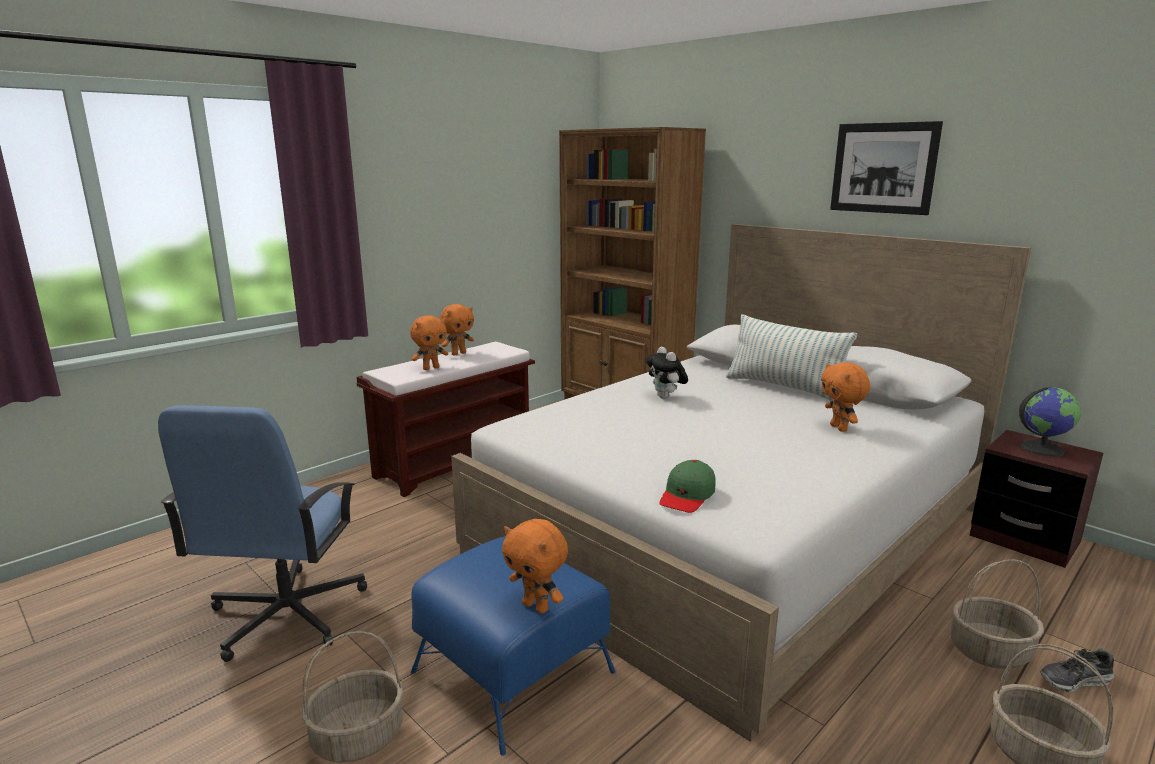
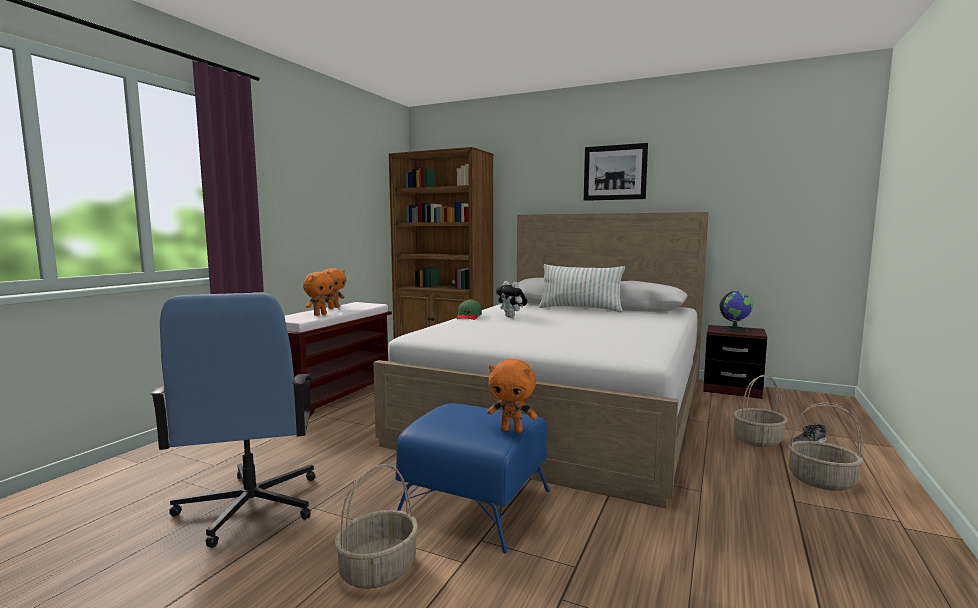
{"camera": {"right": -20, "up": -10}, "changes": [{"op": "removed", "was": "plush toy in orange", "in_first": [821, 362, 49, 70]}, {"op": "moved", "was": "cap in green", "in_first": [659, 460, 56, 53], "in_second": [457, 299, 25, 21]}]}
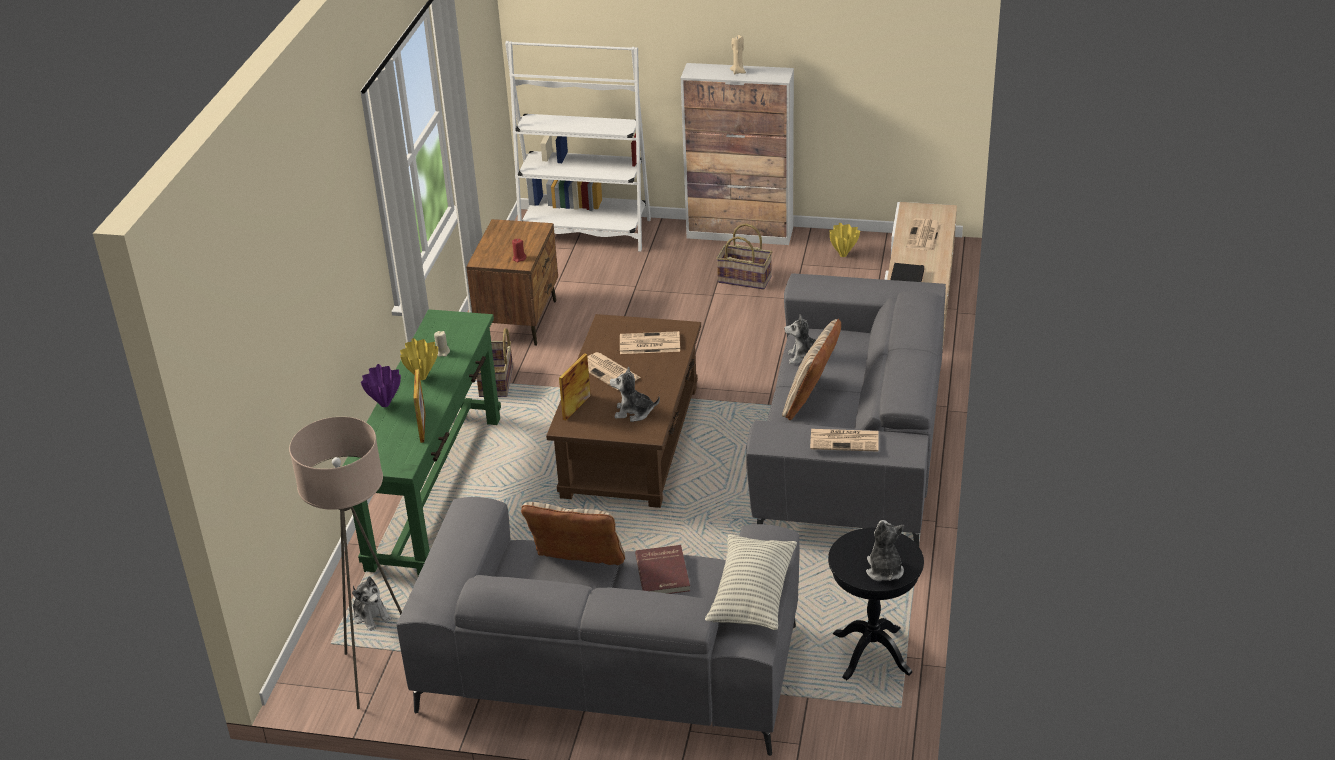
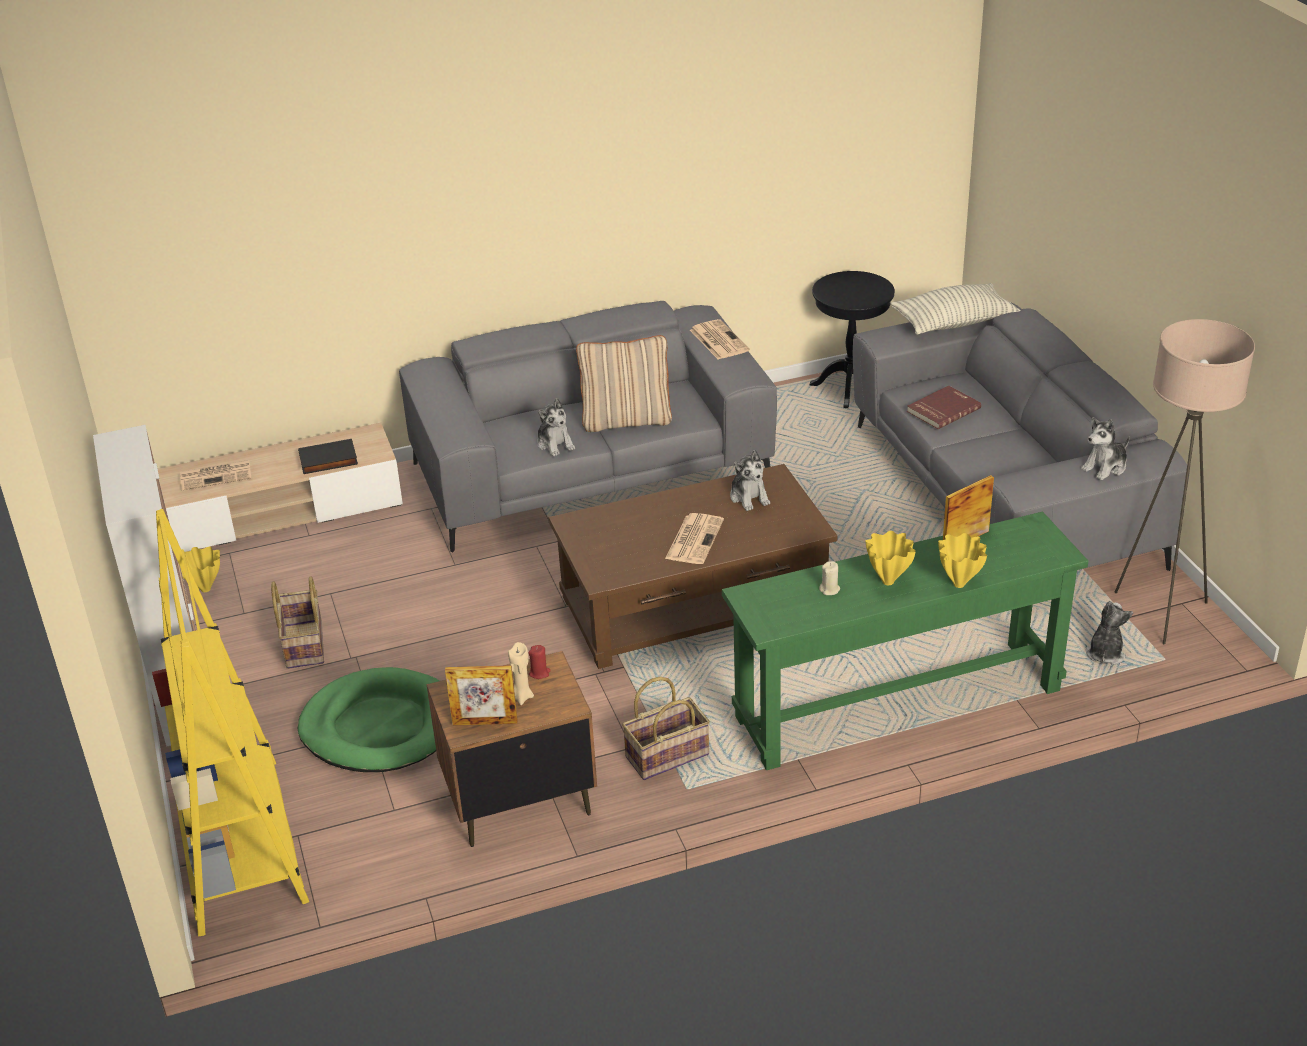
{"camera": {"right": -120, "up": 0}, "changes": [{"op": "moved", "was": "candle in beige", "in_first": [730, 35, 16, 39], "in_second": [508, 642, 26, 63]}, {"op": "recoloured", "was": "bookcase in white", "now": "bookcase in yellow", "in_first": [505, 41, 146, 211], "in_second": [152, 509, 157, 427]}, {"op": "removed", "was": "newspaper", "in_first": [620, 331, 60, 23]}, {"op": "moved", "was": "picture frame", "in_first": [559, 353, 32, 68], "in_second": [445, 665, 72, 60]}, {"op": "recoloured", "was": "vase in purple", "now": "vase in yellow", "in_first": [361, 364, 40, 43], "in_second": [938, 533, 49, 55]}, {"op": "removed", "was": "pillow in beige", "in_first": [521, 502, 104, 63]}, {"op": "moved", "was": "plush toy", "in_first": [866, 520, 38, 61], "in_second": [1081, 417, 49, 63]}, {"op": "added", "now": "dog bed in green", "in_second": [298, 667, 142, 105]}]}
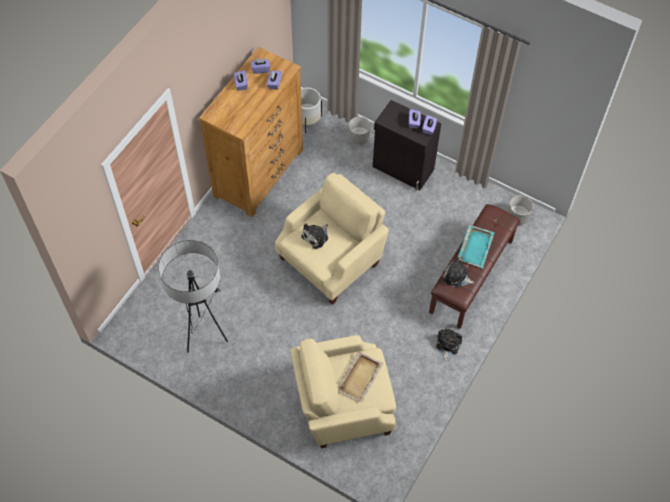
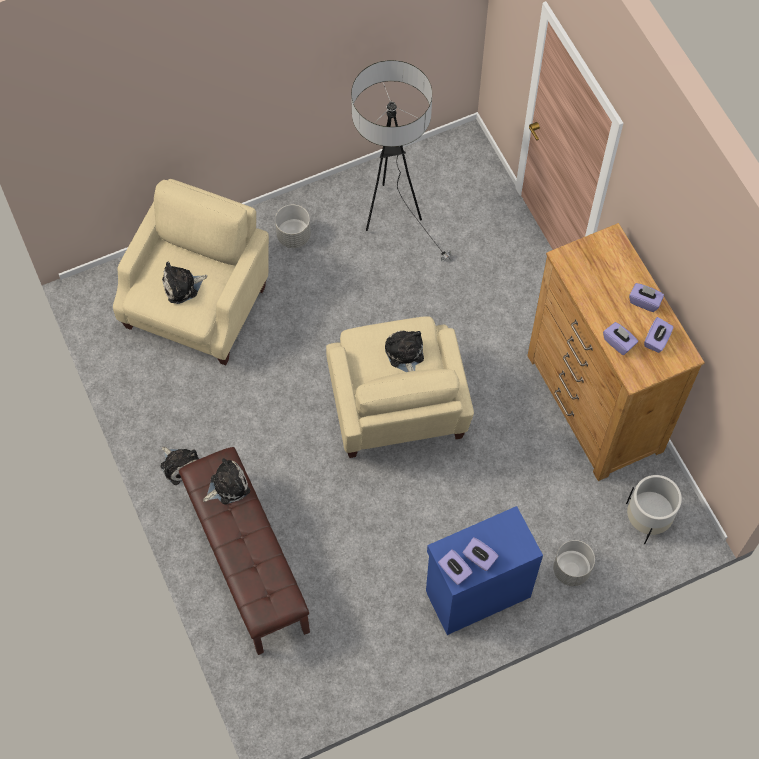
{"camera": {"right": 125, "up": 5}, "changes": [{"op": "recoloured", "was": "cabinet in black", "now": "cabinet in blue", "in_first": [373, 100, 68, 91], "in_second": [426, 506, 117, 129]}, {"op": "moved", "was": "planter in grey", "in_first": [508, 196, 25, 29], "in_second": [275, 205, 36, 43]}, {"op": "removed", "was": "tray in turquoise", "in_first": [458, 225, 37, 43]}, {"op": "replaced", "was": "tray in beige", "now": "plush toy", "in_first": [338, 351, 45, 51], "in_second": [162, 262, 45, 42]}]}
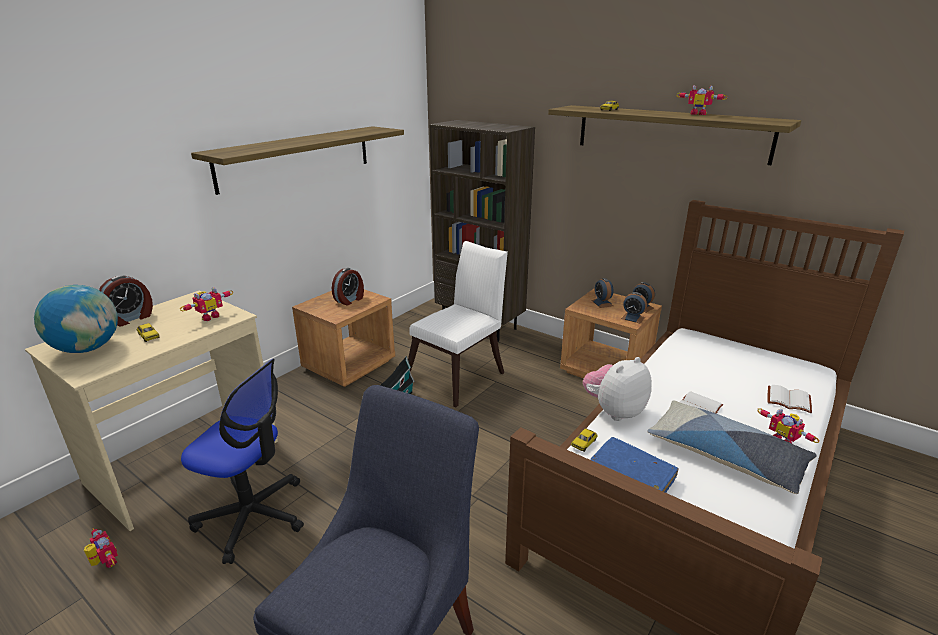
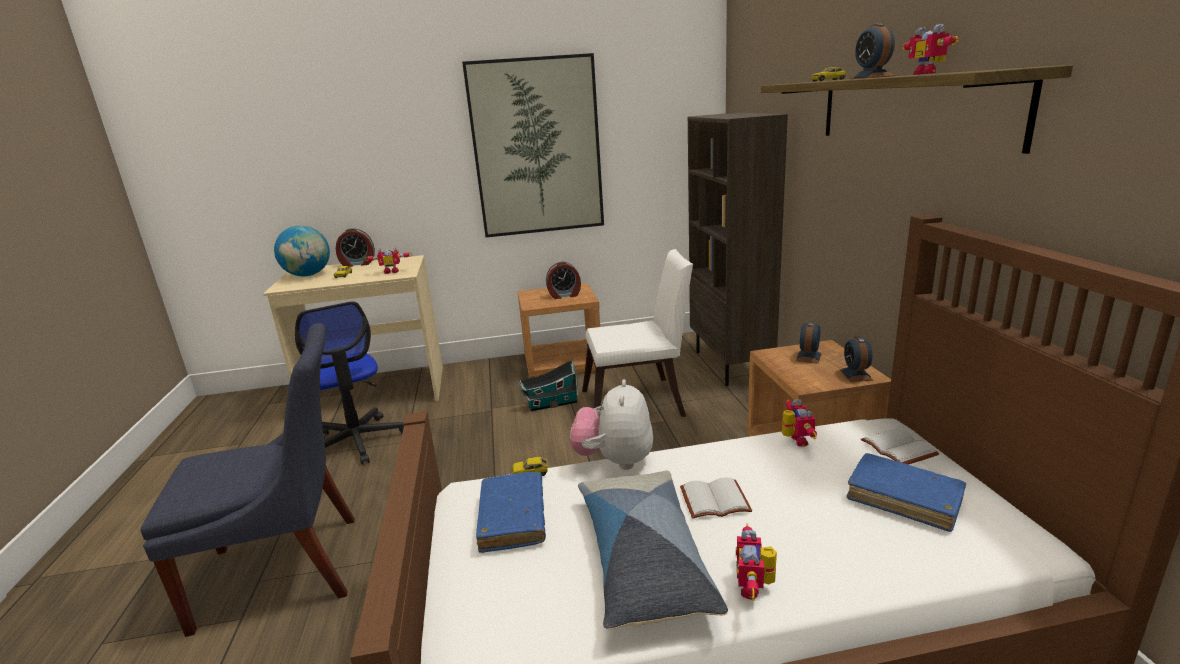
{"camera": {"right": 45, "up": -5}, "changes": [{"op": "replaced", "was": "shelf", "now": "picture", "in_first": [191, 126, 213, 69], "in_second": [462, 53, 142, 185]}, {"op": "moved", "was": "alarm clock", "in_first": [621, 292, 26, 31], "in_second": [850, 23, 45, 56]}, {"op": "turned", "was": "plush toy", "in_first": [583, 357, 69, 64], "in_second": [570, 379, 83, 91], "clockwise": -90}, {"op": "moved", "was": "book in white", "in_first": [768, 385, 44, 28], "in_second": [861, 428, 78, 36]}, {"op": "moved", "was": "toy robot", "in_first": [84, 528, 34, 40], "in_second": [782, 399, 35, 48]}, {"op": "added", "now": "book in blue", "in_second": [846, 453, 120, 79]}]}
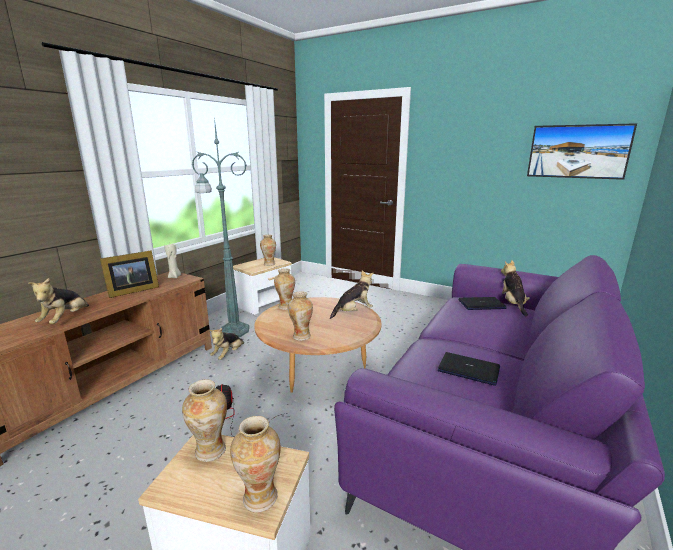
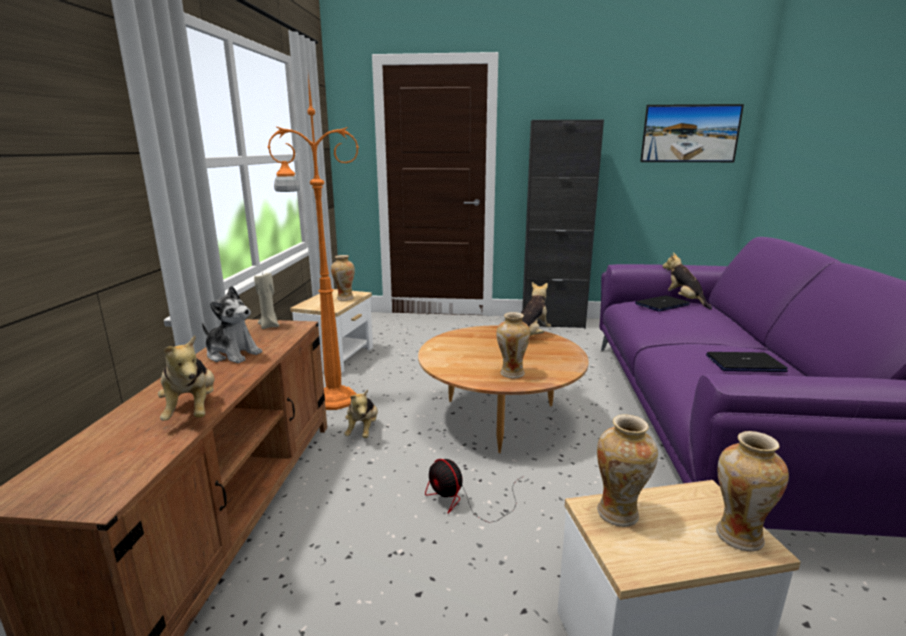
{"camera": {"right": -25, "up": 0}, "changes": [{"op": "recoloured", "was": "floor lamp in green", "now": "floor lamp in orange", "in_first": [192, 117, 57, 220], "in_second": [267, 75, 92, 335]}, {"op": "replaced", "was": "picture frame", "now": "plush toy", "in_first": [100, 250, 59, 48], "in_second": [202, 286, 60, 77]}, {"op": "removed", "was": "vase", "in_first": [274, 268, 21, 42]}, {"op": "added", "now": "cabinet in black", "in_second": [522, 120, 82, 209]}]}
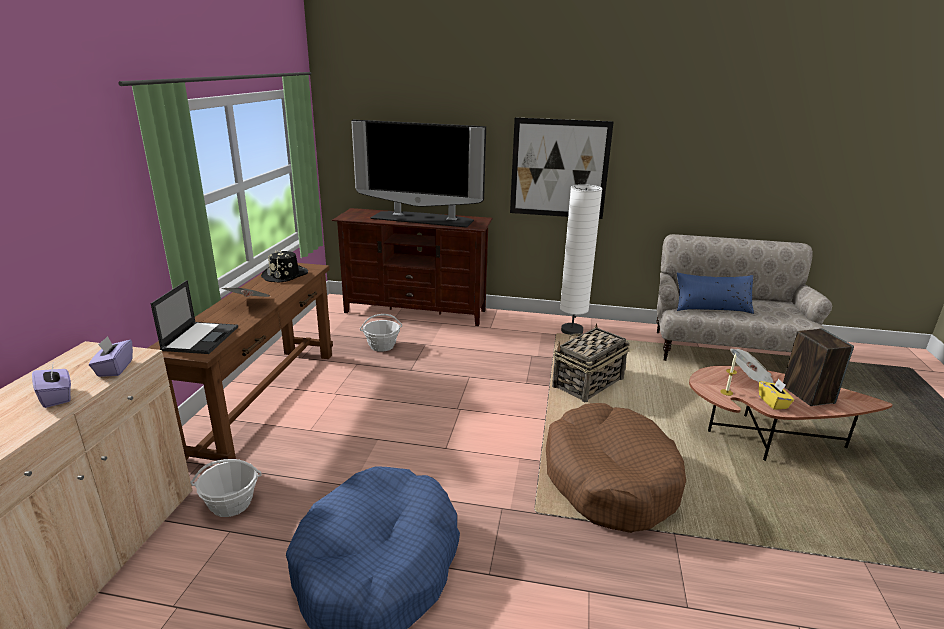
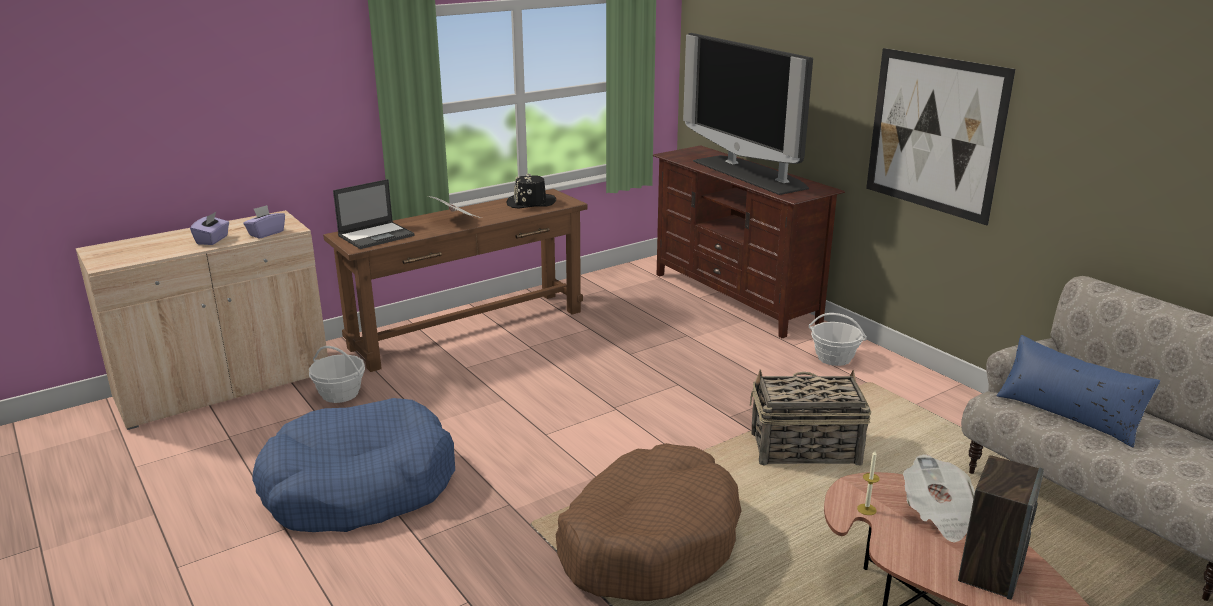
{"camera": {"right": 45, "up": 0}, "changes": [{"op": "removed", "was": "floor lamp in white", "in_first": [560, 184, 42, 151]}, {"op": "moved", "was": "basket", "in_first": [360, 314, 42, 38], "in_second": [809, 313, 58, 53]}, {"op": "removed", "was": "tissue box in yellow", "in_first": [759, 378, 35, 32]}]}
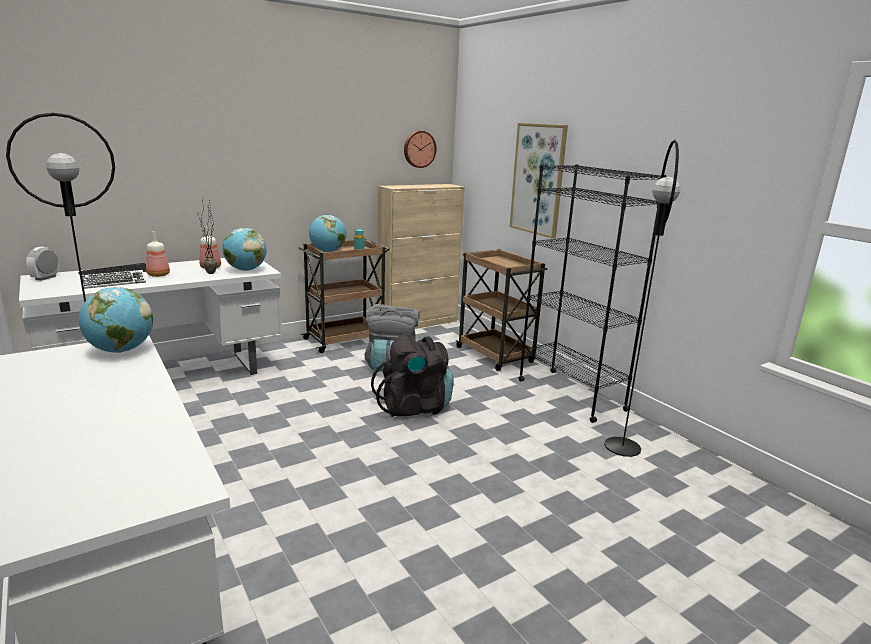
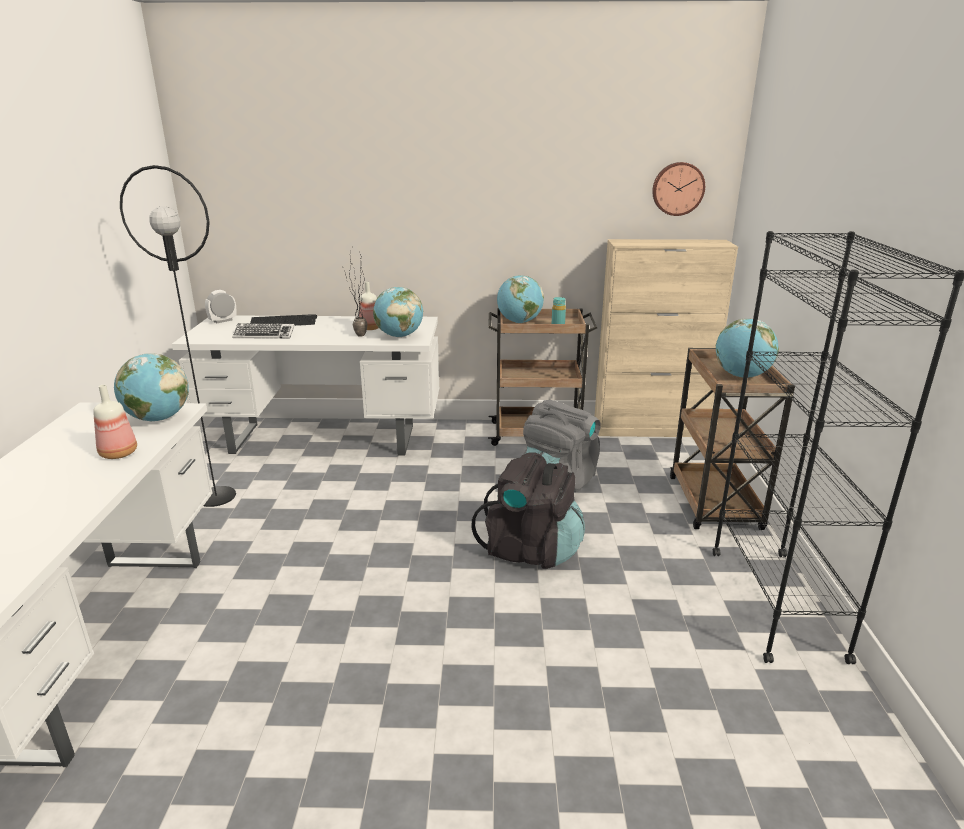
{"camera": {"right": 35, "up": 5}, "changes": [{"op": "removed", "was": "picture", "in_first": [510, 123, 58, 115]}, {"op": "removed", "was": "floor lamp in black", "in_first": [604, 140, 76, 317]}, {"op": "moved", "was": "bottle", "in_first": [146, 231, 24, 46], "in_second": [93, 385, 44, 74]}, {"op": "added", "now": "globe", "in_second": [716, 319, 63, 59]}]}
